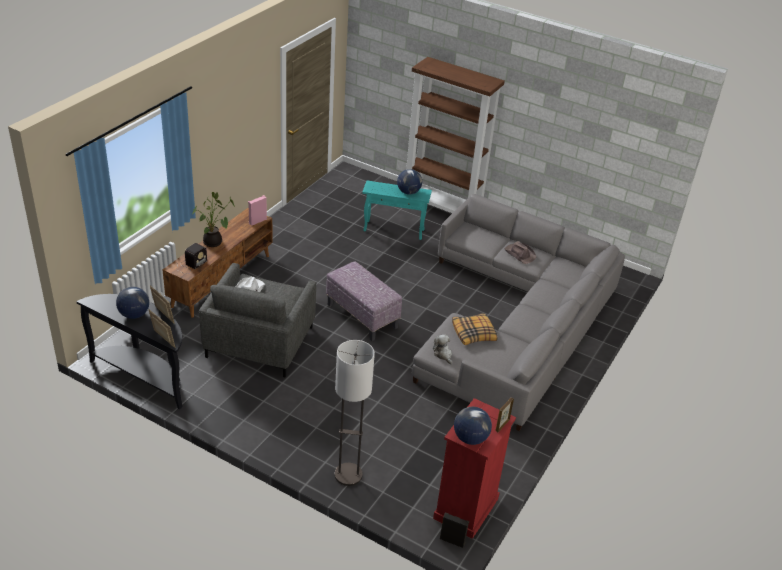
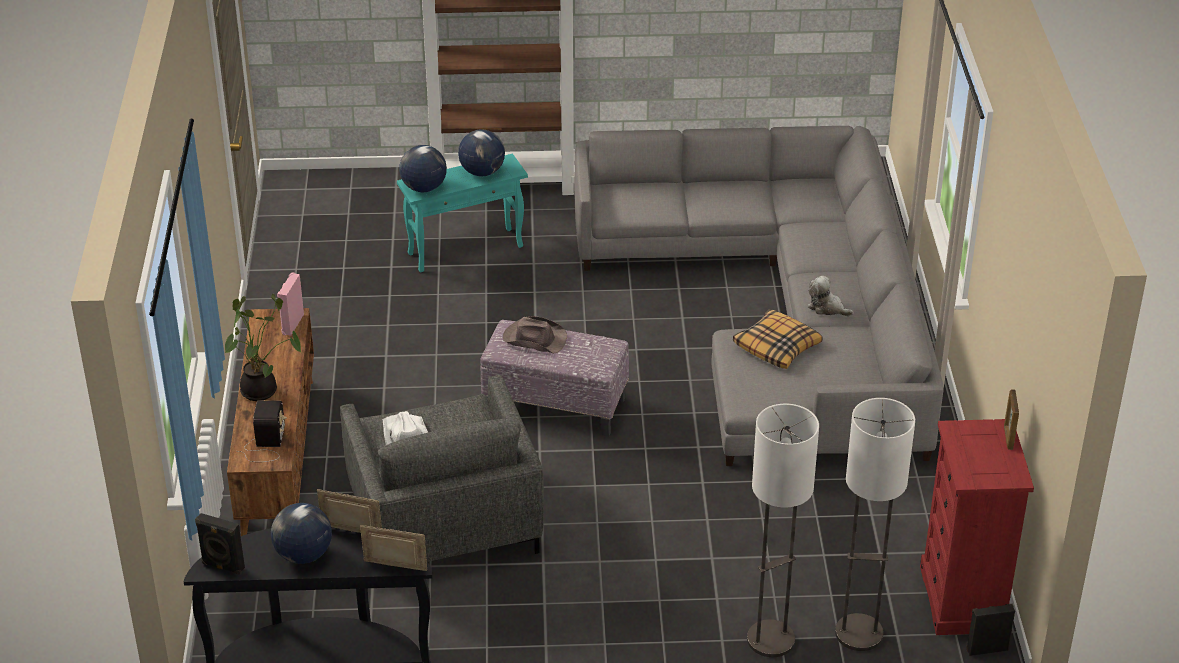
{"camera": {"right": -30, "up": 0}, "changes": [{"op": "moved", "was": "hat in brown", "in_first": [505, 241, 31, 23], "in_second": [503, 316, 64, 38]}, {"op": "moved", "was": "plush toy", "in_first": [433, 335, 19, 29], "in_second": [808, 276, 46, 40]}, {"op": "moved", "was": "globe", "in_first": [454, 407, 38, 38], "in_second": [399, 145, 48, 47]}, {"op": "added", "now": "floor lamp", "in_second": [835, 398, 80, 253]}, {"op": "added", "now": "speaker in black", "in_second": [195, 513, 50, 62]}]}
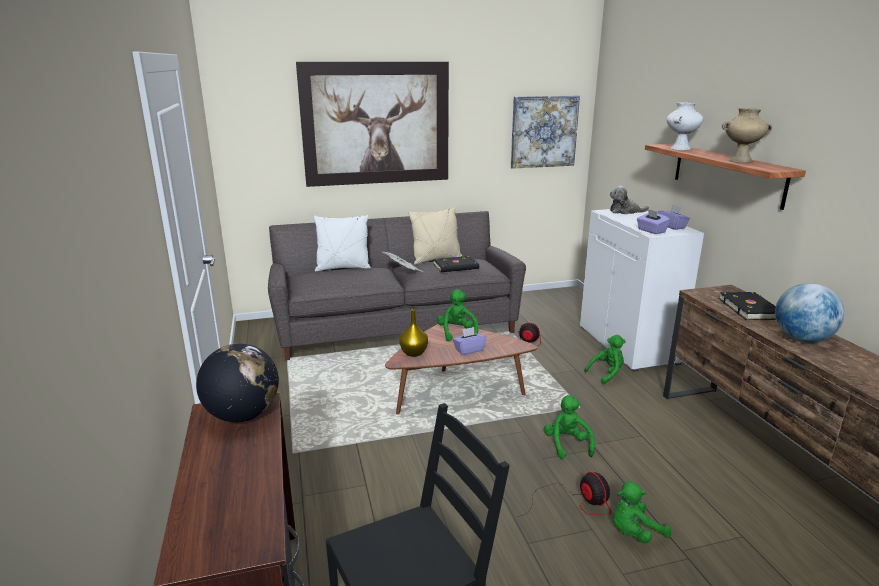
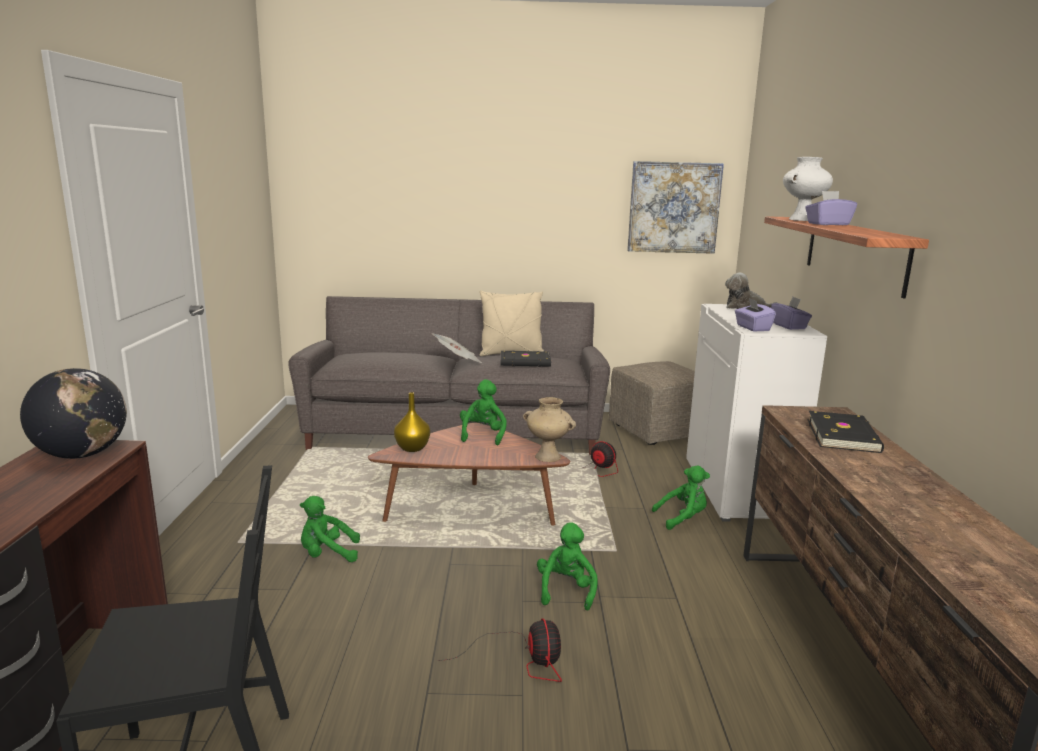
{"camera": {"right": 15, "up": -5}, "changes": [{"op": "removed", "was": "picture", "in_first": [296, 62, 153, 125]}, {"op": "moved", "was": "vase in beige", "in_first": [722, 108, 50, 55], "in_second": [523, 397, 53, 65]}, {"op": "removed", "was": "pillow in white", "in_first": [314, 215, 57, 57]}, {"op": "removed", "was": "globe", "in_first": [775, 283, 70, 59]}, {"op": "moved", "was": "tissue box in purple", "in_first": [453, 327, 34, 28], "in_second": [805, 191, 52, 34]}, {"op": "moved", "was": "plush toy in green", "in_first": [613, 481, 58, 63], "in_second": [300, 496, 60, 66]}, {"op": "added", "now": "ottoman in beige", "in_second": [609, 361, 86, 84]}]}
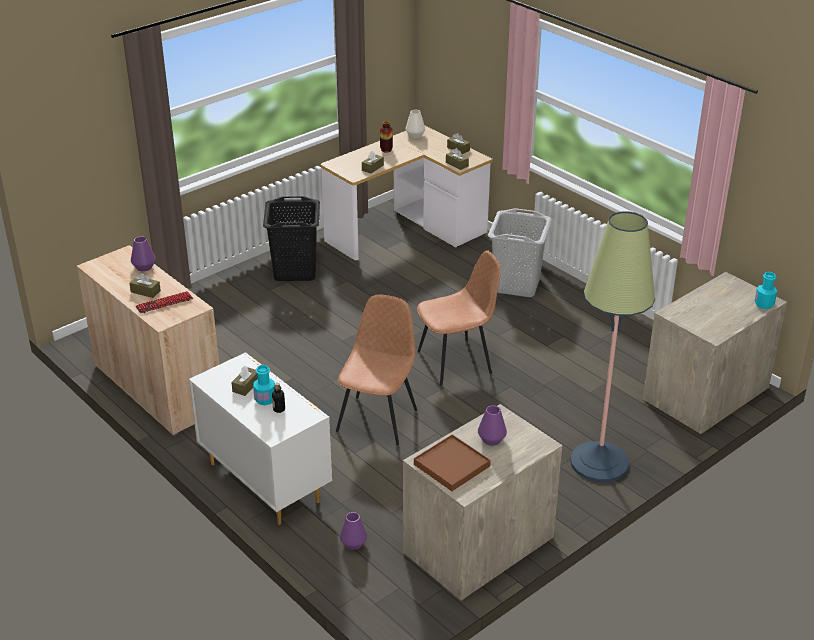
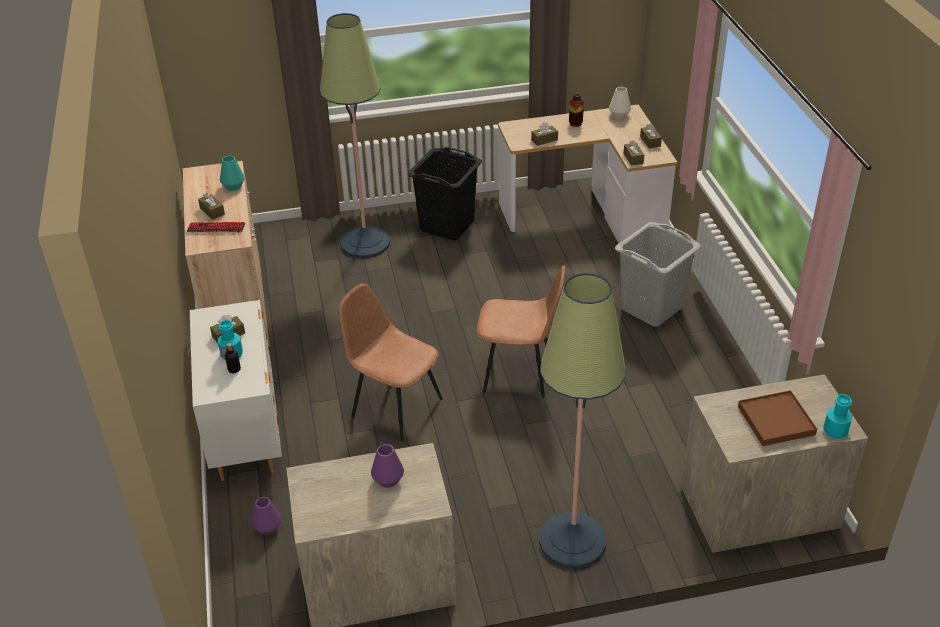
{"camera": {"right": 30, "up": 5}, "changes": [{"op": "recoloured", "was": "vase in purple", "now": "vase in turquoise", "in_first": [131, 236, 25, 35], "in_second": [220, 156, 25, 35]}, {"op": "turned", "was": "chair in brown", "in_first": [336, 295, 81, 150], "in_second": [339, 283, 104, 158], "clockwise": -105}, {"op": "moved", "was": "tray in brown", "in_first": [414, 435, 77, 56], "in_second": [738, 390, 79, 56]}, {"op": "added", "now": "floor lamp", "in_second": [320, 13, 70, 245]}]}
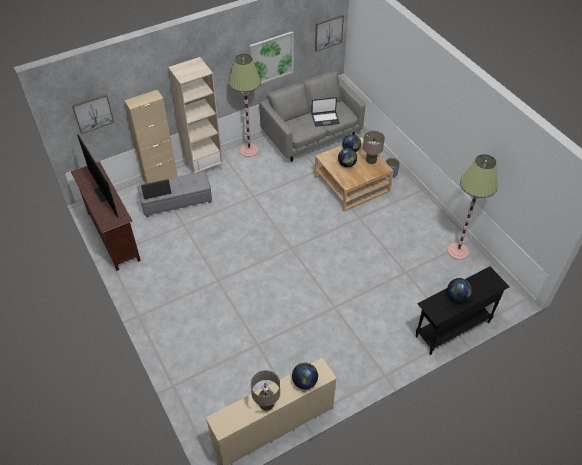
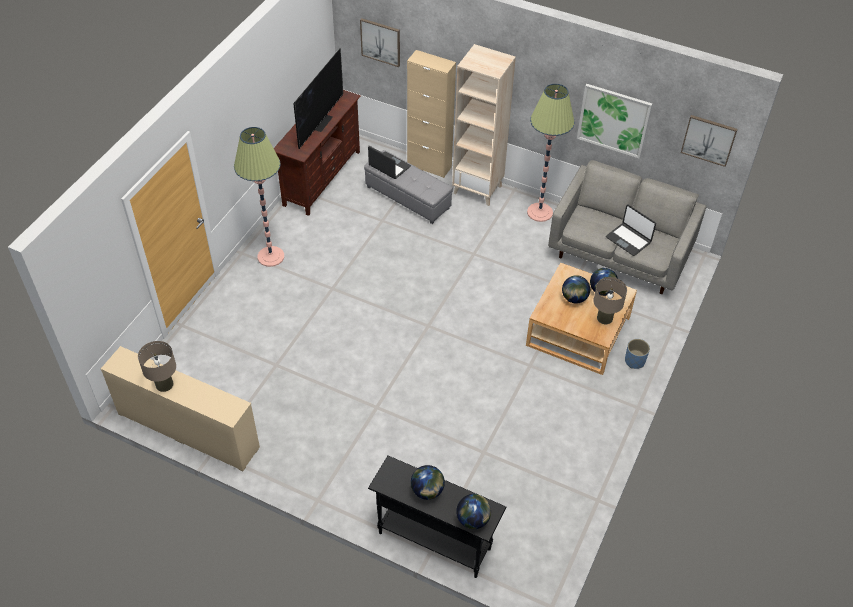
{"camera": {"right": 55, "up": 0}, "changes": [{"op": "moved", "was": "floor lamp", "in_first": [448, 154, 50, 106], "in_second": [234, 127, 50, 140]}, {"op": "moved", "was": "globe", "in_first": [292, 363, 26, 26], "in_second": [456, 494, 35, 35]}]}
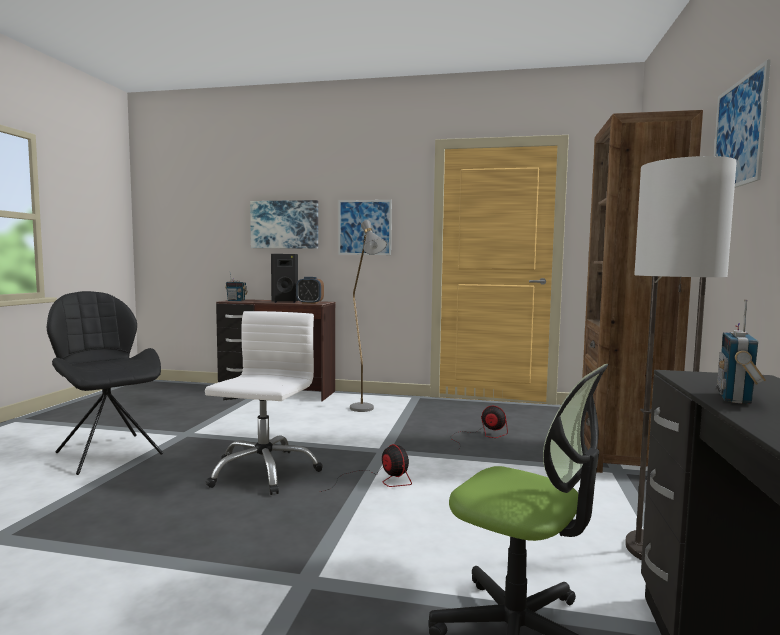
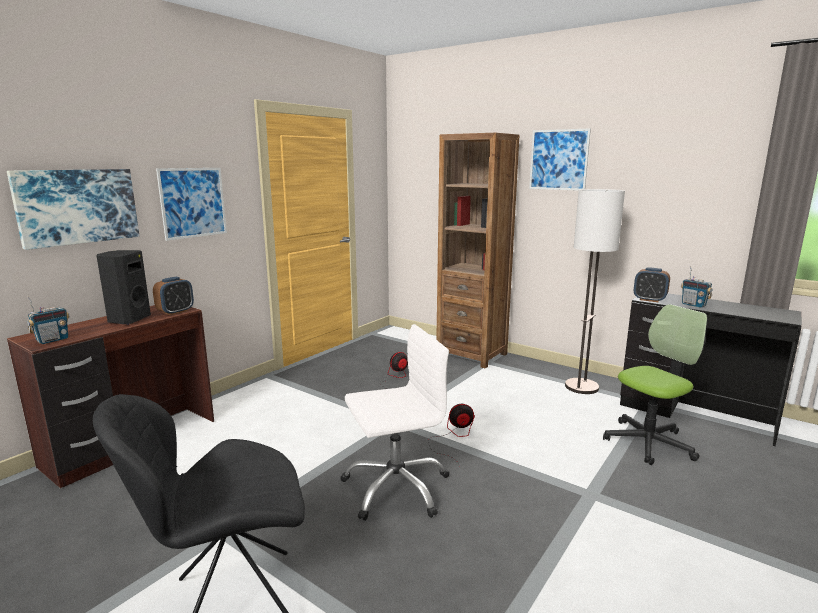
{"camera": {"right": -65, "up": 10}, "changes": [{"op": "removed", "was": "floor lamp in grey", "in_first": [350, 220, 37, 192]}, {"op": "turned", "was": "office chair in white", "in_first": [205, 311, 118, 184], "in_second": [340, 324, 109, 197], "clockwise": 120}, {"op": "added", "now": "alarm clock", "in_second": [634, 267, 36, 35]}]}
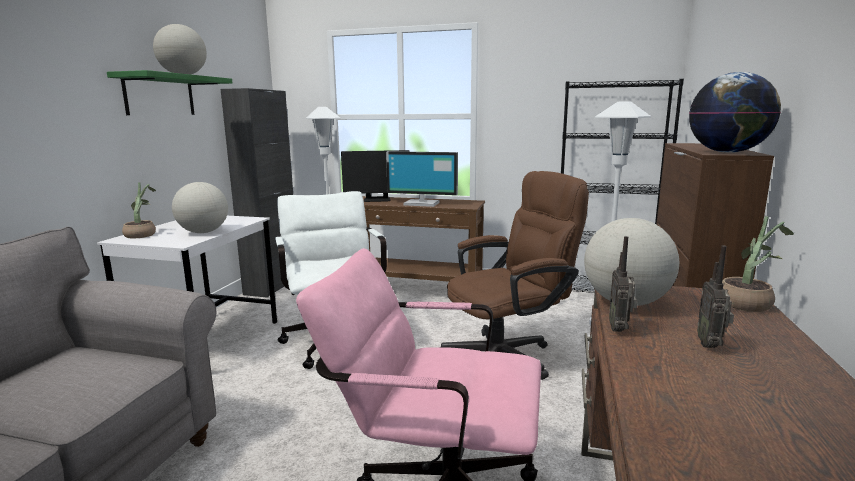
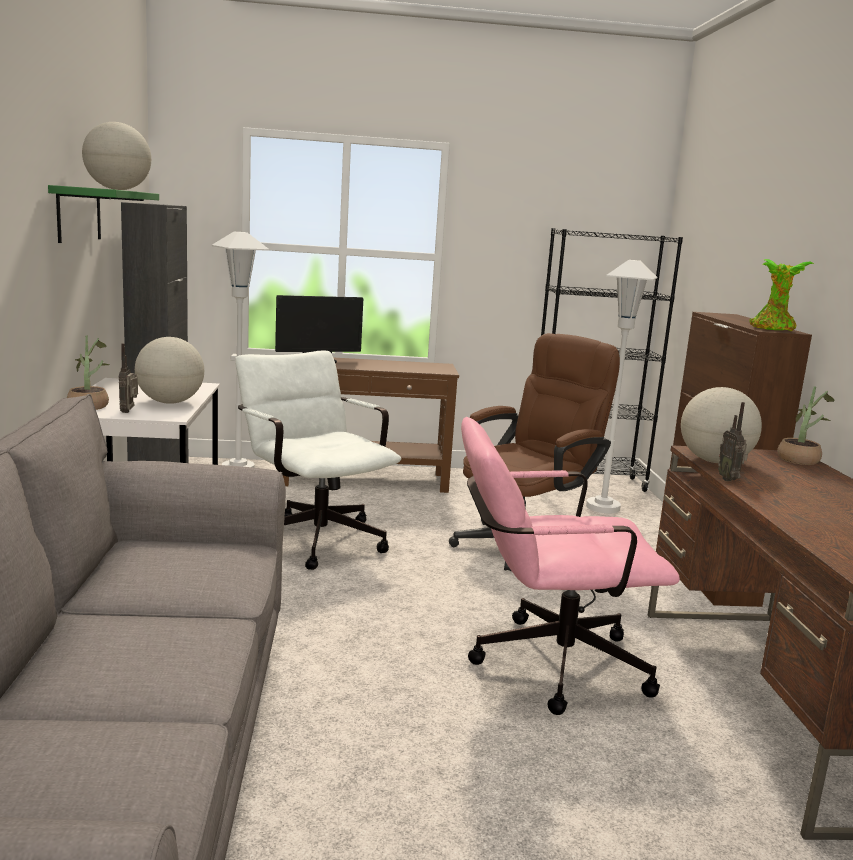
{"camera": {"right": -20, "up": 0}, "changes": [{"op": "replaced", "was": "globe", "now": "potted plant", "in_first": [689, 72, 92, 81], "in_second": [749, 259, 66, 73]}, {"op": "removed", "was": "monitor", "in_first": [386, 151, 72, 56]}, {"op": "moved", "was": "radio", "in_first": [697, 245, 37, 103], "in_second": [119, 343, 19, 70]}]}
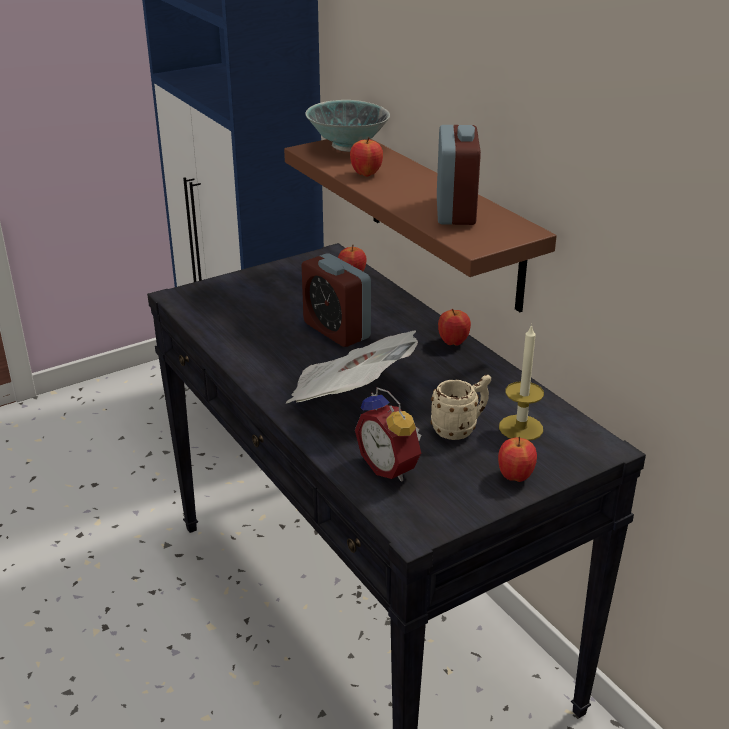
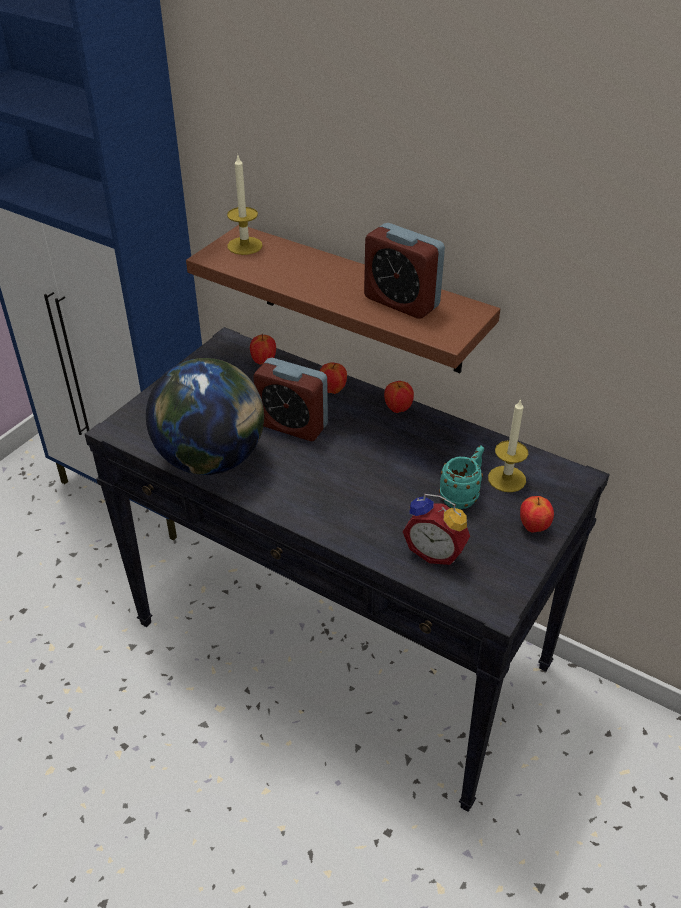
{"camera": {"right": -25, "up": 10}, "changes": [{"op": "replaced", "was": "bowl", "now": "candle", "in_first": [305, 100, 85, 52], "in_second": [227, 156, 36, 99]}, {"op": "turned", "was": "alarm clock", "in_first": [437, 125, 44, 100], "in_second": [364, 223, 81, 96], "clockwise": 150}, {"op": "moved", "was": "apple", "in_first": [350, 137, 33, 40], "in_second": [320, 362, 27, 32]}, {"op": "removed", "was": "newspaper", "in_first": [285, 331, 133, 73]}, {"op": "recoloured", "was": "mug in beige", "now": "mug in turquoise", "in_first": [430, 375, 61, 65], "in_second": [439, 445, 45, 64]}, {"op": "added", "now": "globe", "in_second": [146, 358, 118, 117]}]}
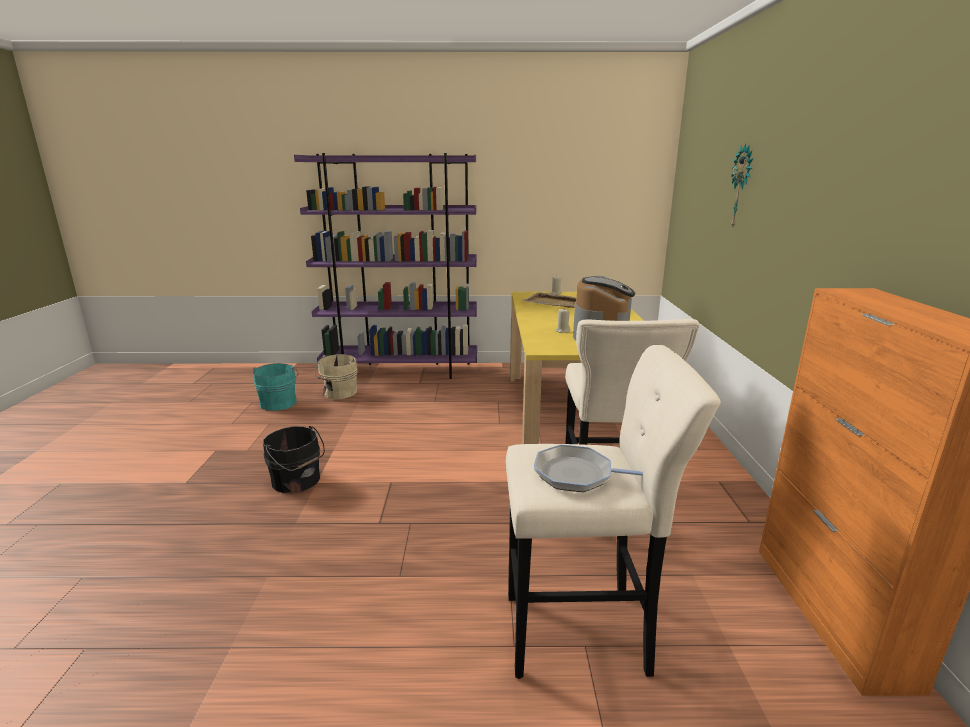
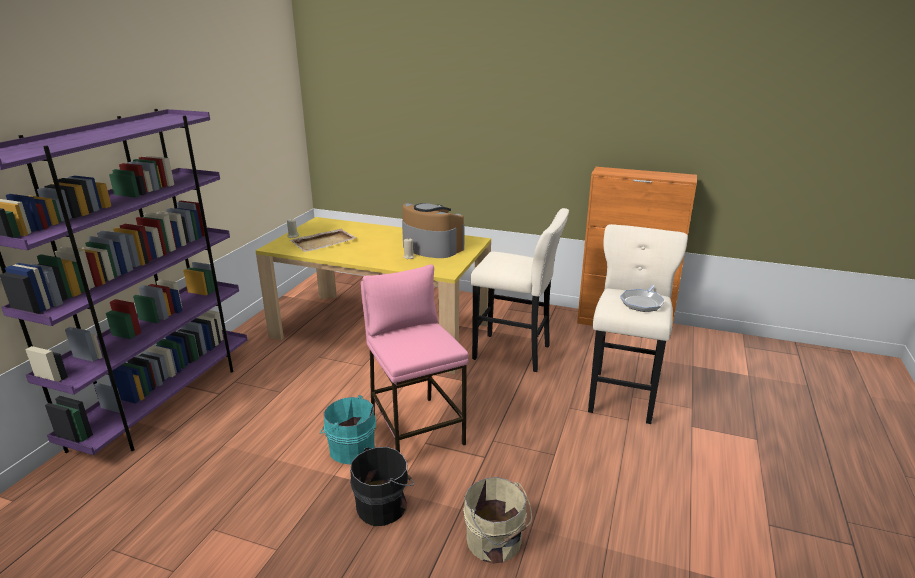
{"camera": {"right": -70, "up": 5}, "changes": [{"op": "removed", "was": "wall clock", "in_first": [731, 143, 22, 86]}, {"op": "moved", "was": "bucket in beige", "in_first": [315, 354, 43, 45], "in_second": [463, 477, 69, 87]}, {"op": "moved", "was": "bucket in turquoise", "in_first": [253, 363, 46, 48], "in_second": [320, 395, 56, 69]}, {"op": "added", "now": "stool in pink", "in_second": [361, 264, 108, 188]}]}
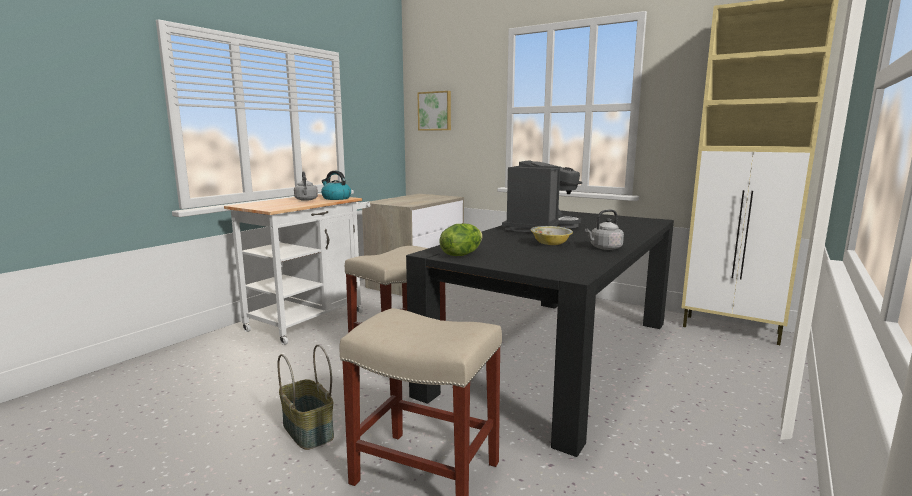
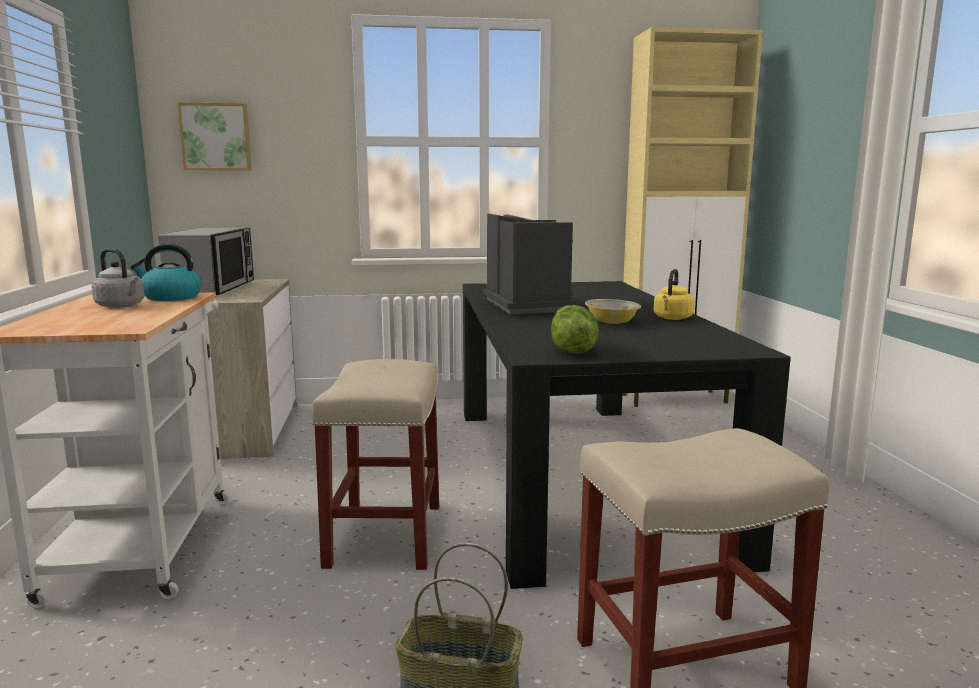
{"camera": {"right": -40, "up": 0}, "changes": [{"op": "recoloured", "was": "kettle in grey", "now": "kettle in yellow", "in_first": [585, 209, 39, 41], "in_second": [654, 269, 40, 51]}, {"op": "added", "now": "microwave", "in_second": [158, 227, 96, 68]}]}
